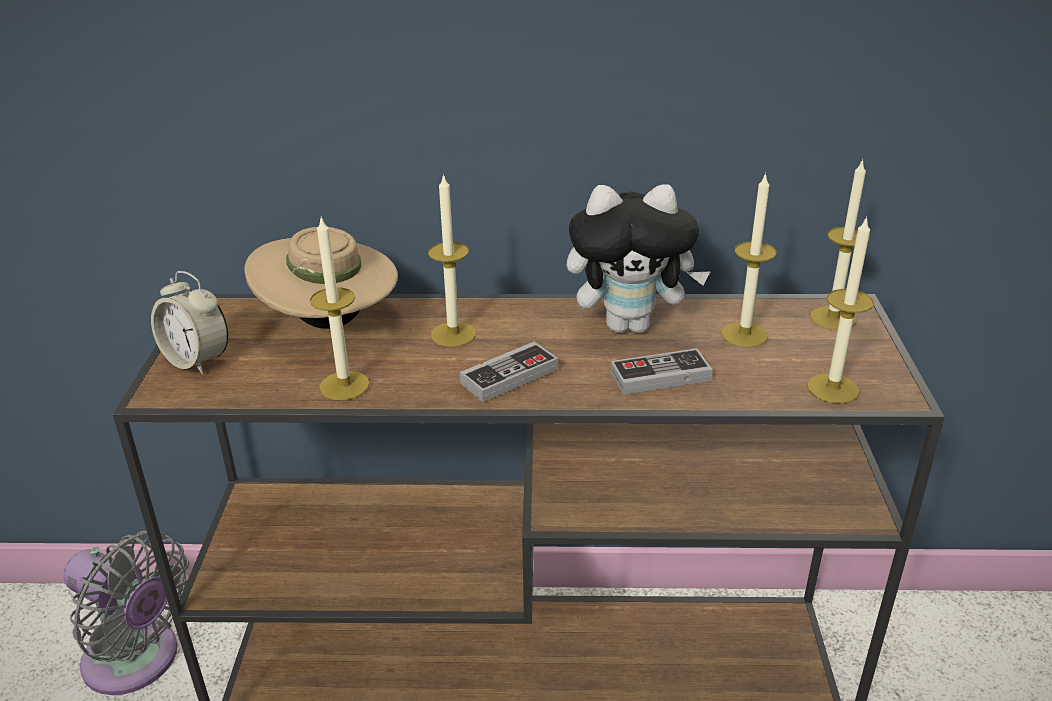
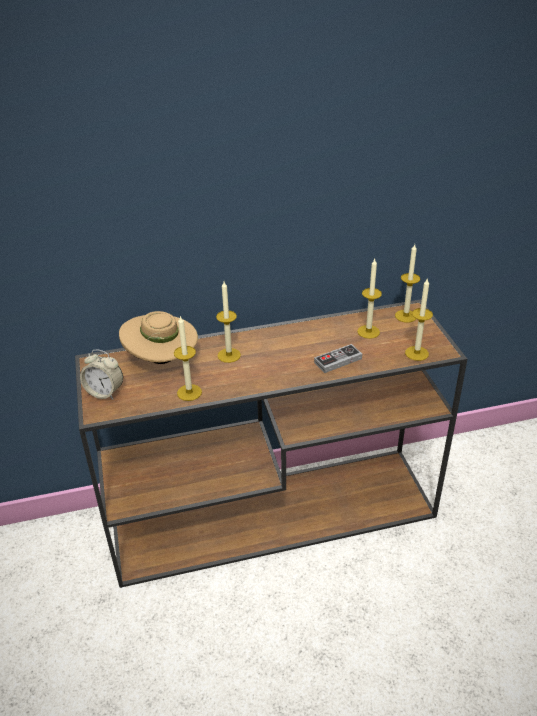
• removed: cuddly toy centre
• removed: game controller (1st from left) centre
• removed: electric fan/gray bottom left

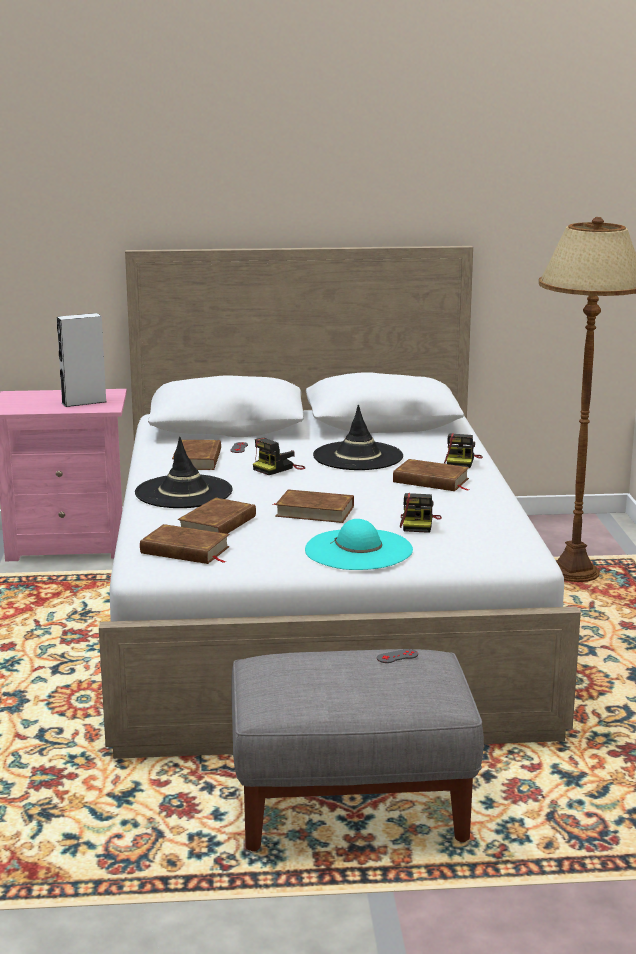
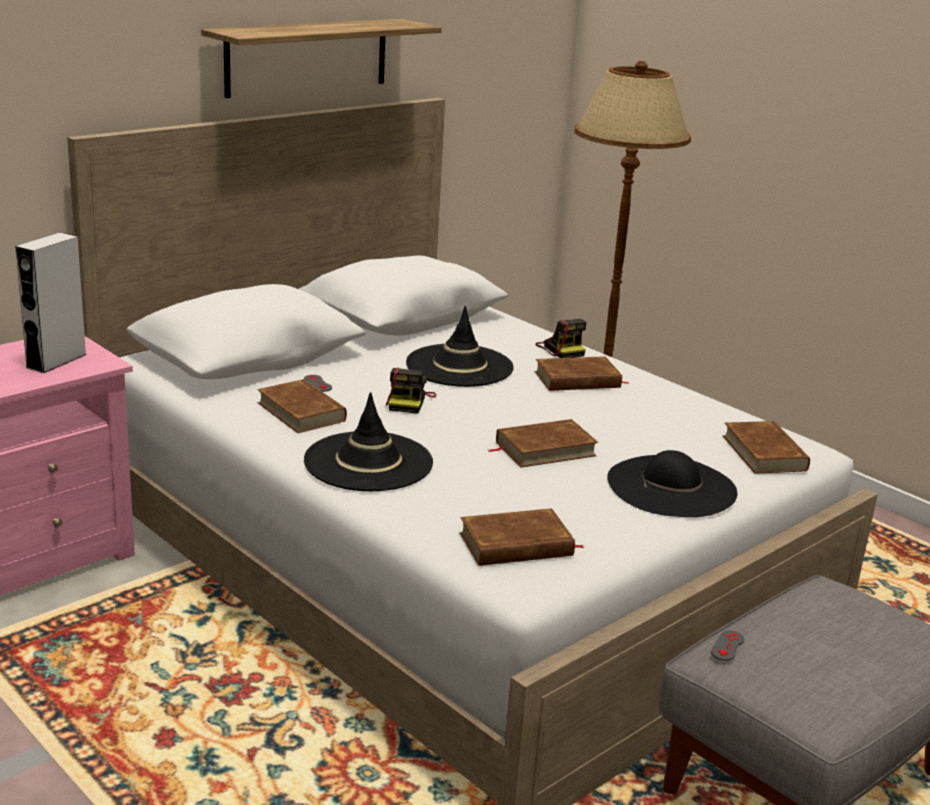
• removed: still camera (2nd from left) centre
• moved: bound book/brown-coloured (3rd from left in the first image) centre to bound book/brown-coloured (5th from left) middle right
• recoloured: clothing hat/turquoise-coloured centre to clothing hat/black-coloured (3rd from left) middle right
• moved: game controller/gray (2nd from left) bottom centre to bottom right
• added: bracket shelf top centre

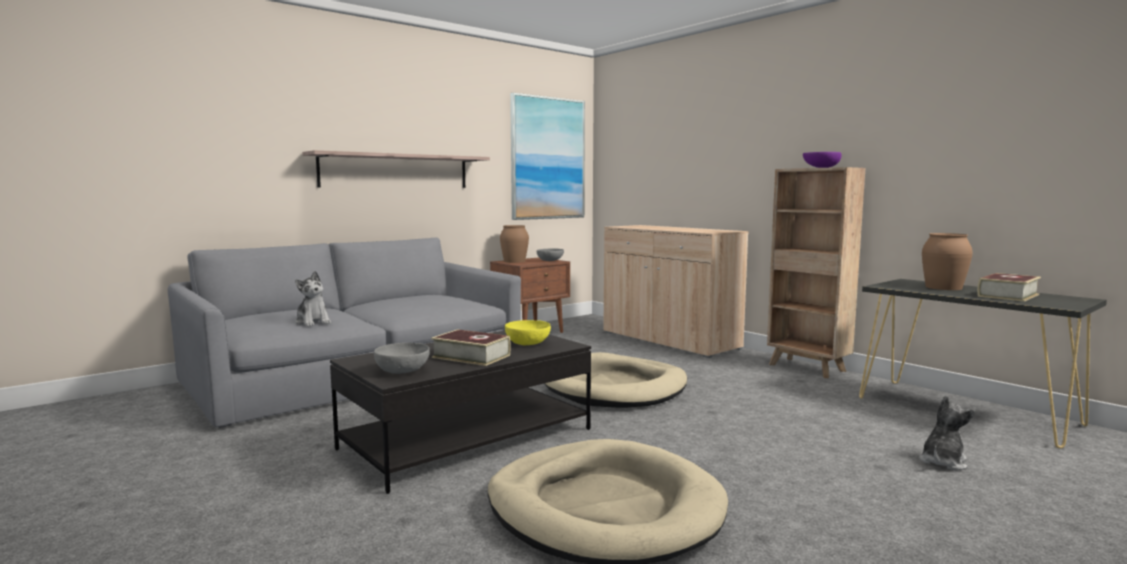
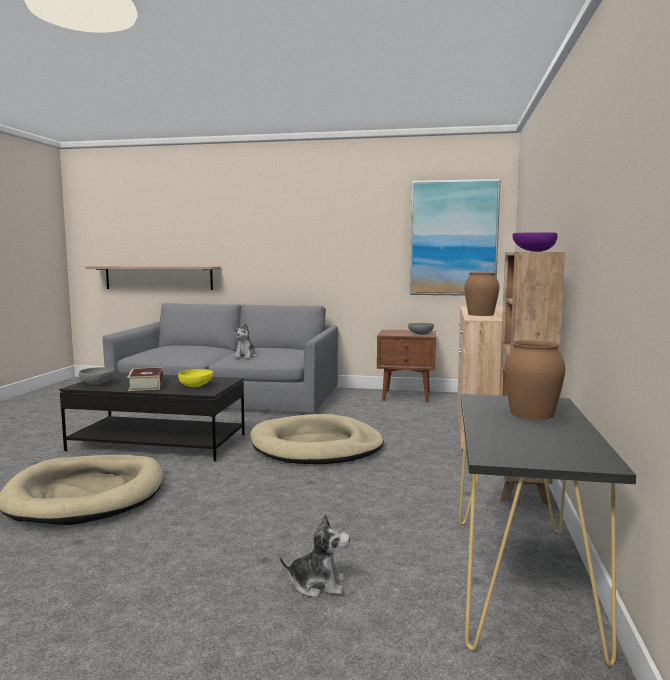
• moved: bracket shelf top centre to middle left
• moved: flower vase/brown-coloured (1st from left) centre to middle right
• moved: cuddly toy (1st from left) middle left to centre
• removed: bound book (2nd from left) middle right

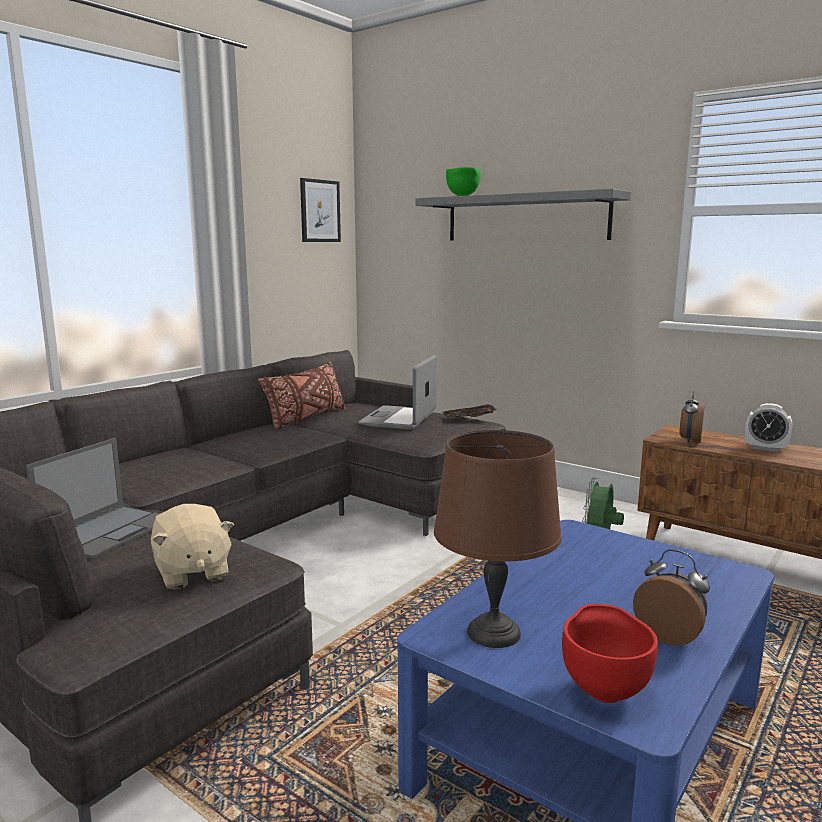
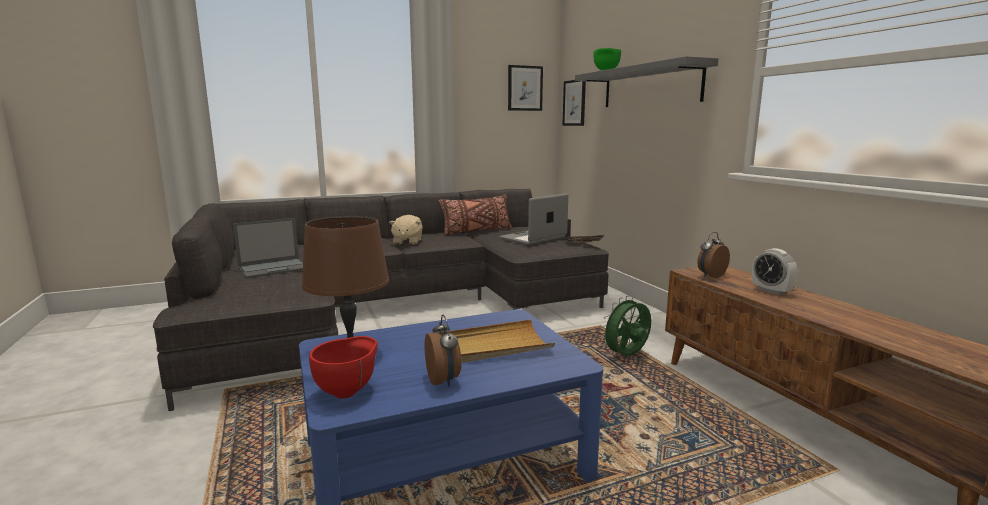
• moved: cuddly toy/sand-coloured middle left to centre
• added: wall picture (2nd from left) top centre
• added: serving tray/sand-coloured bottom centre

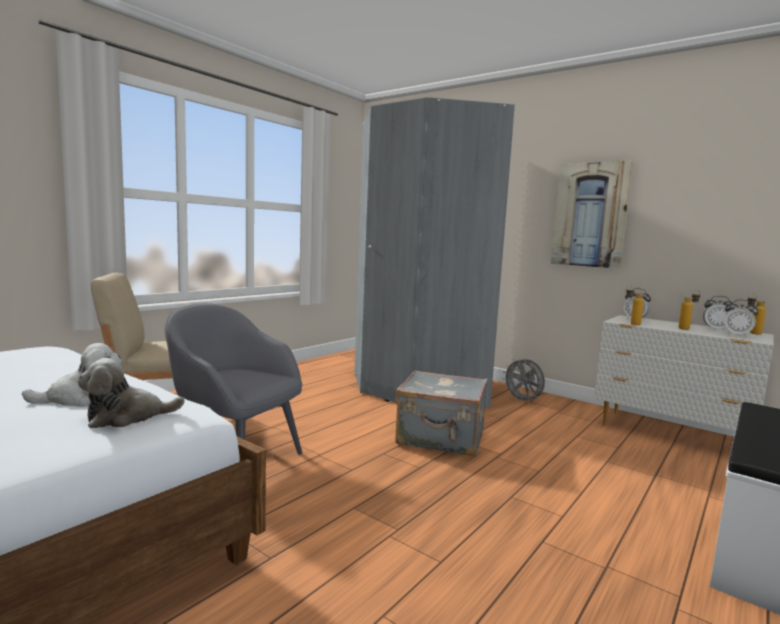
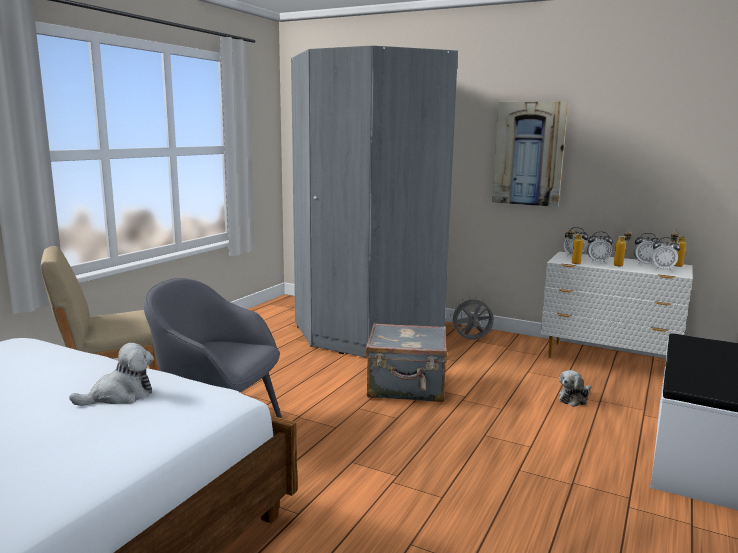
• moved: cuddly toy (2nd from left) middle left to bottom right
• turned: electric fan/gray middle right = centre 135 degrees clockwise
• added: alarm clock (2nd from left) middle right

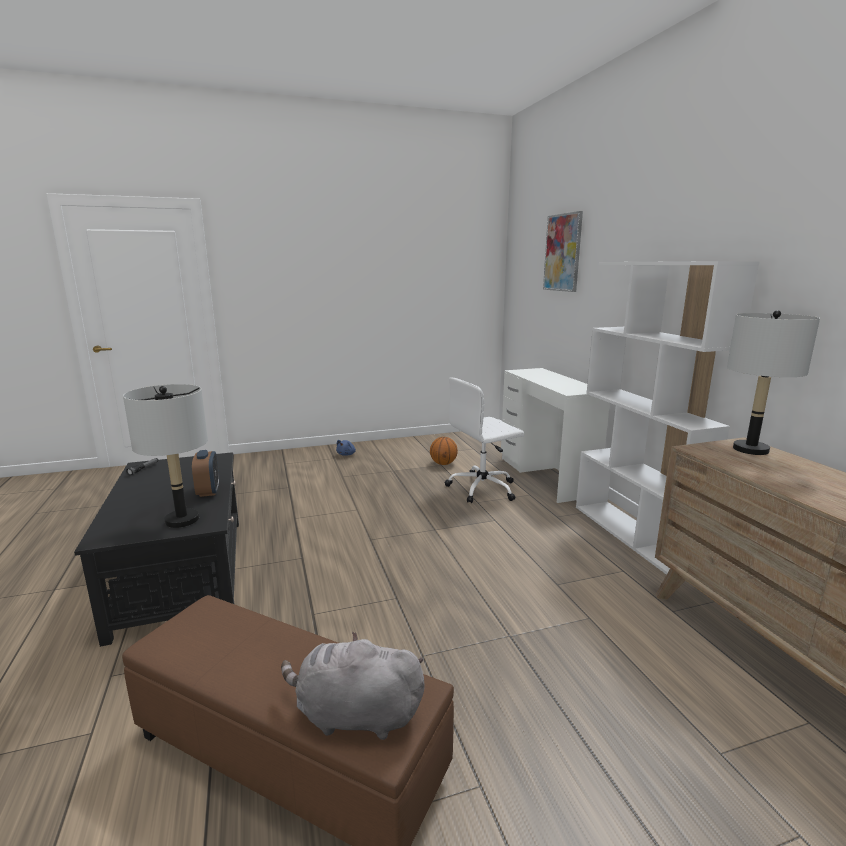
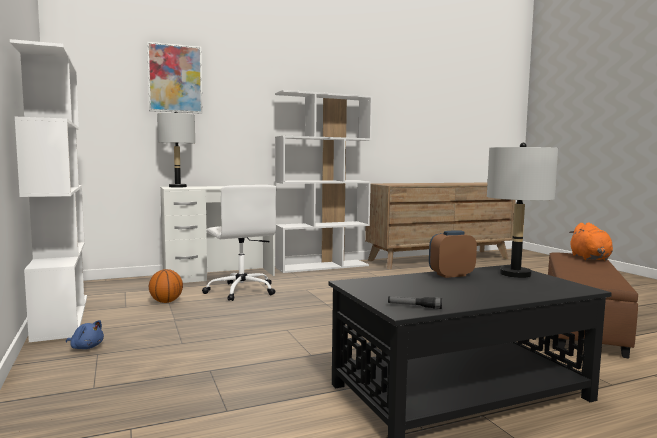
• moved: tabletop lamp/gray (2nd from left in the first image) middle right to tabletop lamp/gray (1st from left) middle left
• recoloured: cuddly toy/gray bottom centre to cuddly toy/orange-coloured middle right
• added: shelving unit/white (1st from left) middle left

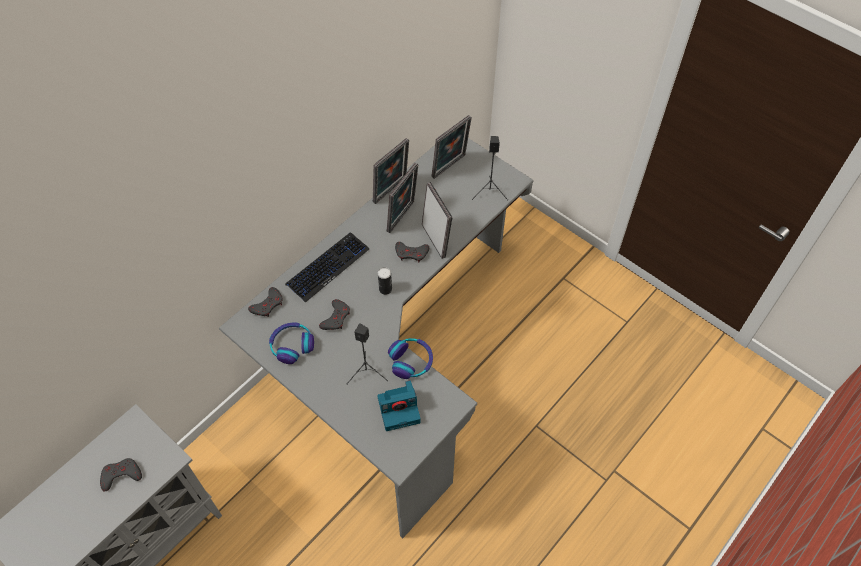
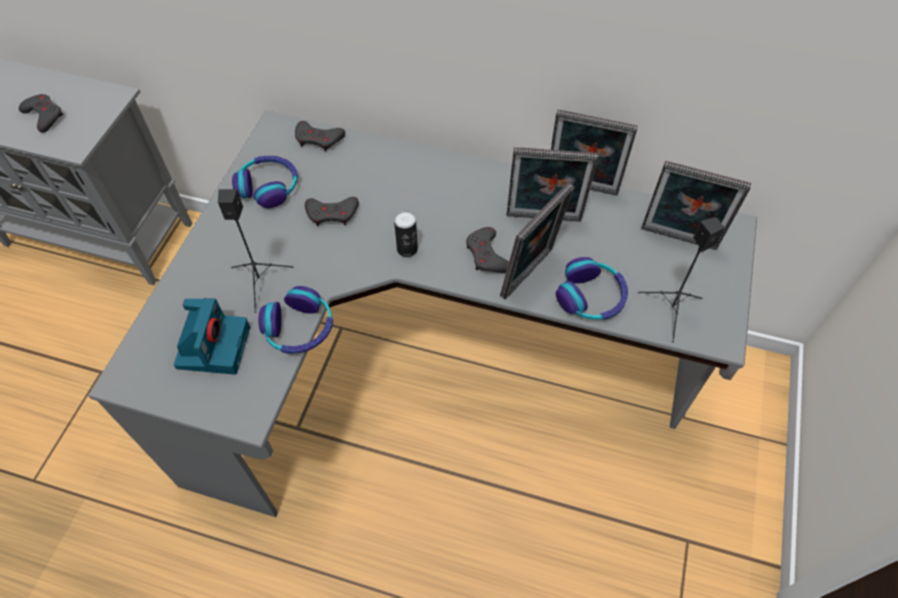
• removed: computer keyboard centre
• turned: still camera bottom centre = middle left 135 degrees counterclockwise
• added: headset (3rd from left) centre

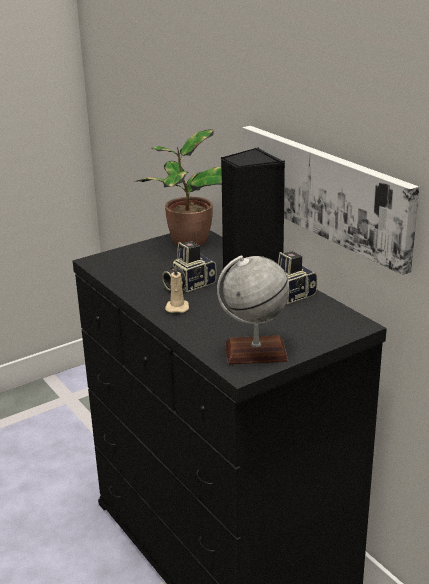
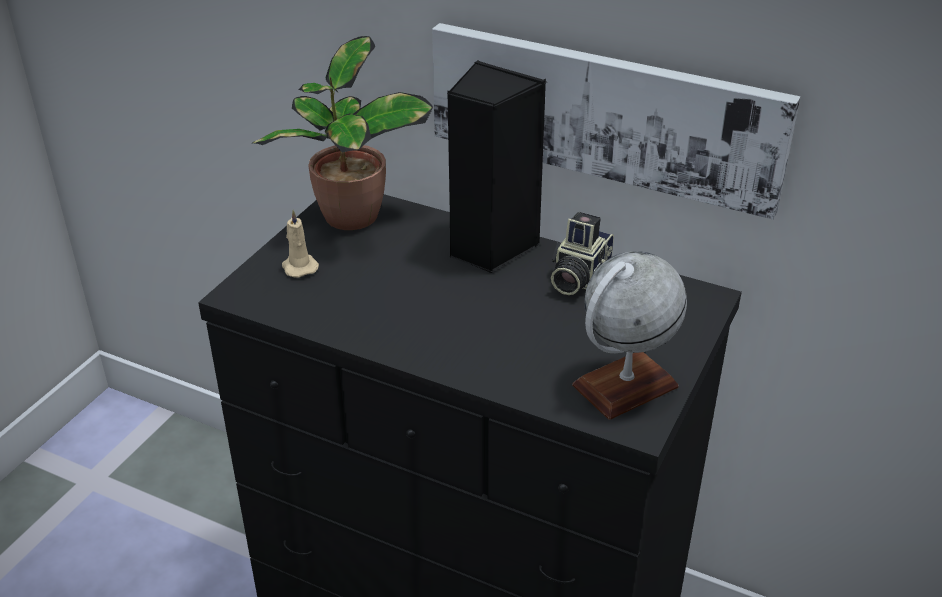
• removed: still camera (1st from left) centre
• moved: wax candle/sand-coloured centre to middle left

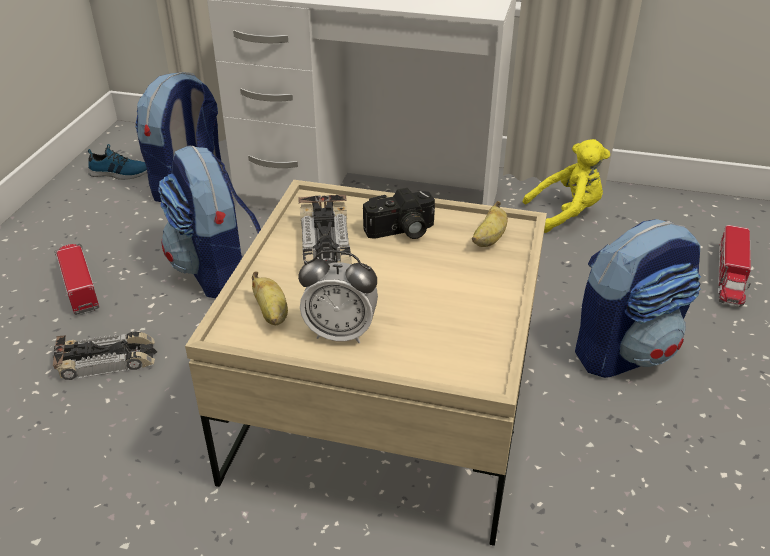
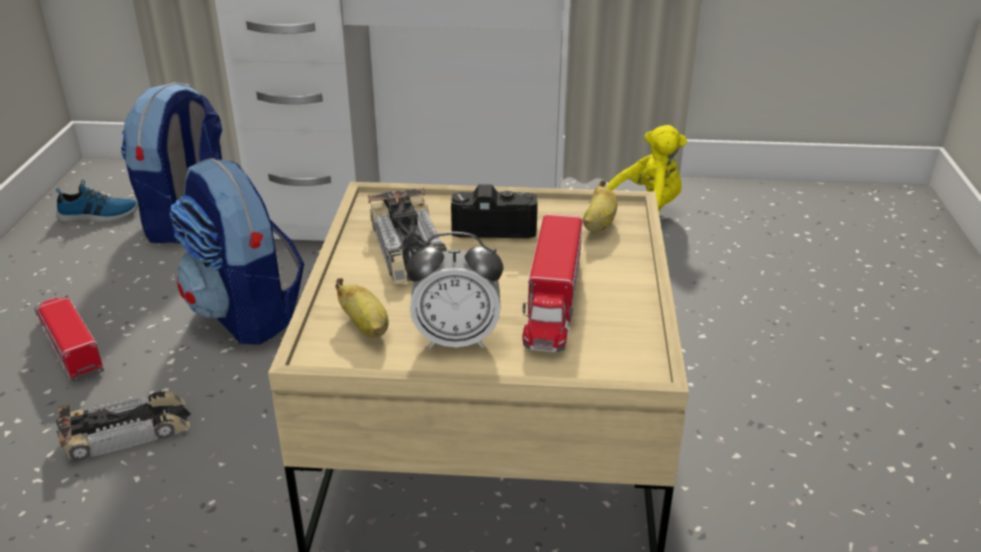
• turned: still camera centre = centre 150 degrees counterclockwise
• removed: rucksack (3rd from left) middle right
• moved: toy truck (2nd from left) middle right to centre

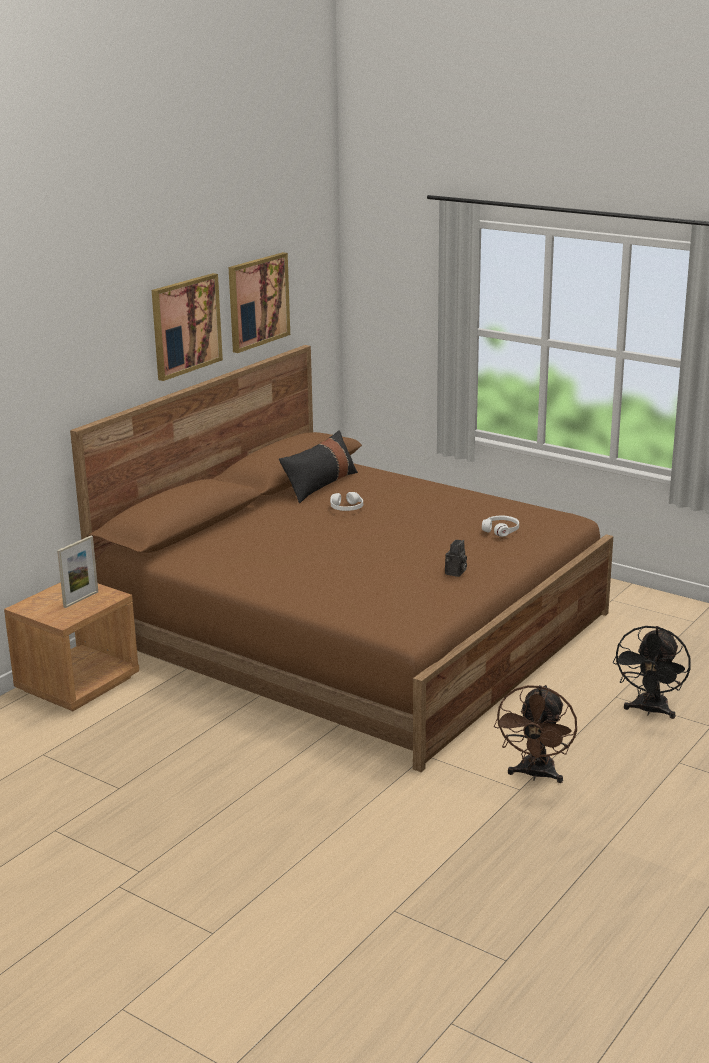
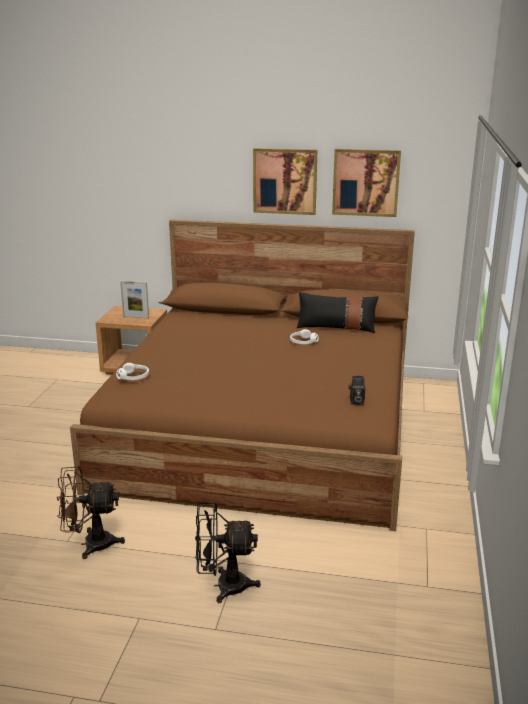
• moved: headset/white (2nd from left in the first image) middle right to headset/white (1st from left) middle left
• moved: still camera centre to middle right

